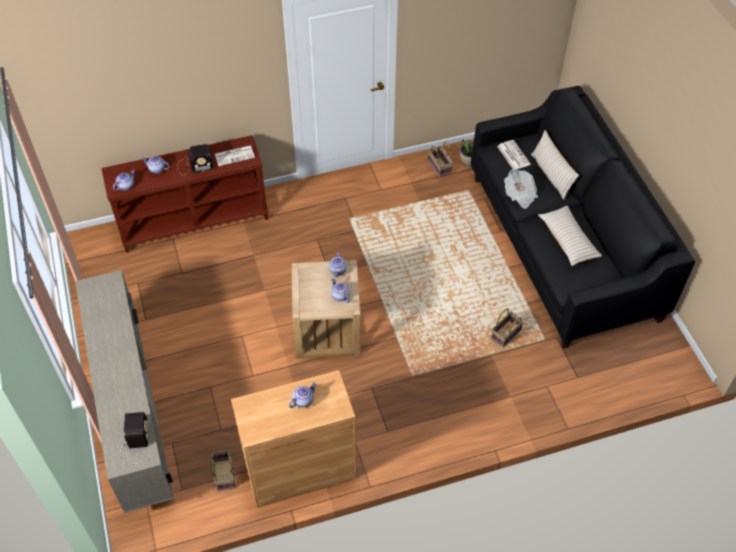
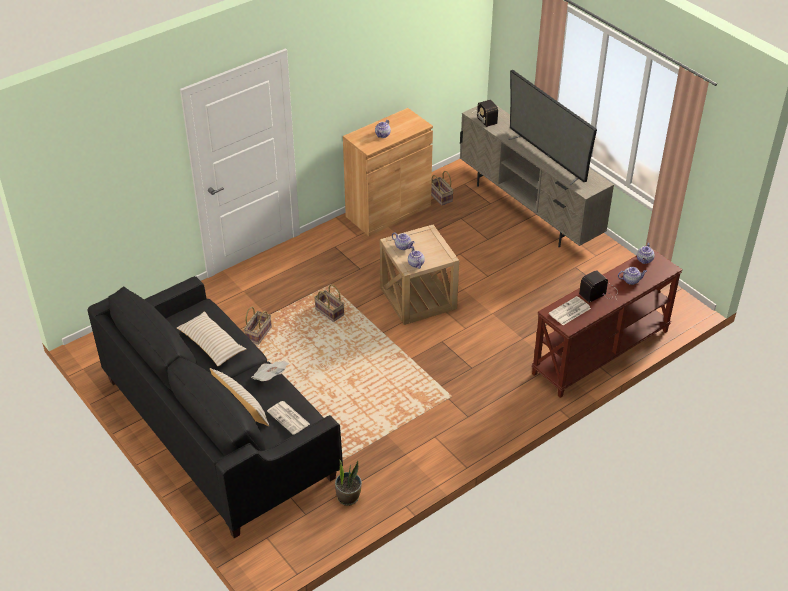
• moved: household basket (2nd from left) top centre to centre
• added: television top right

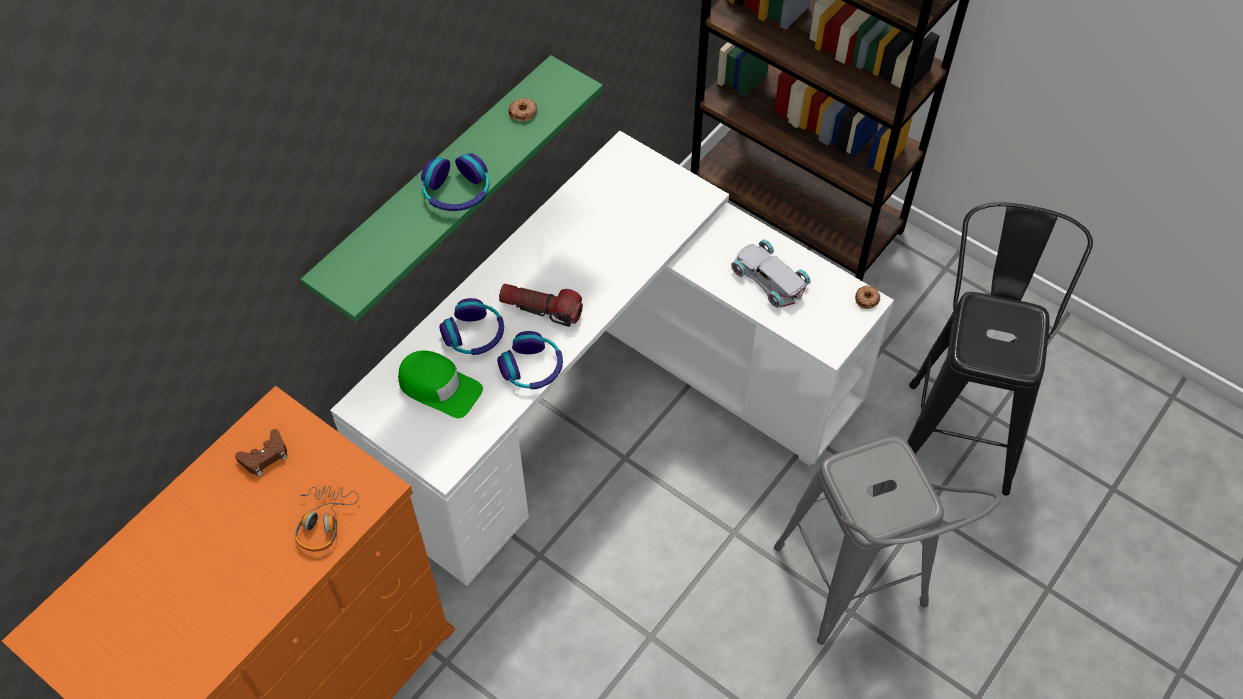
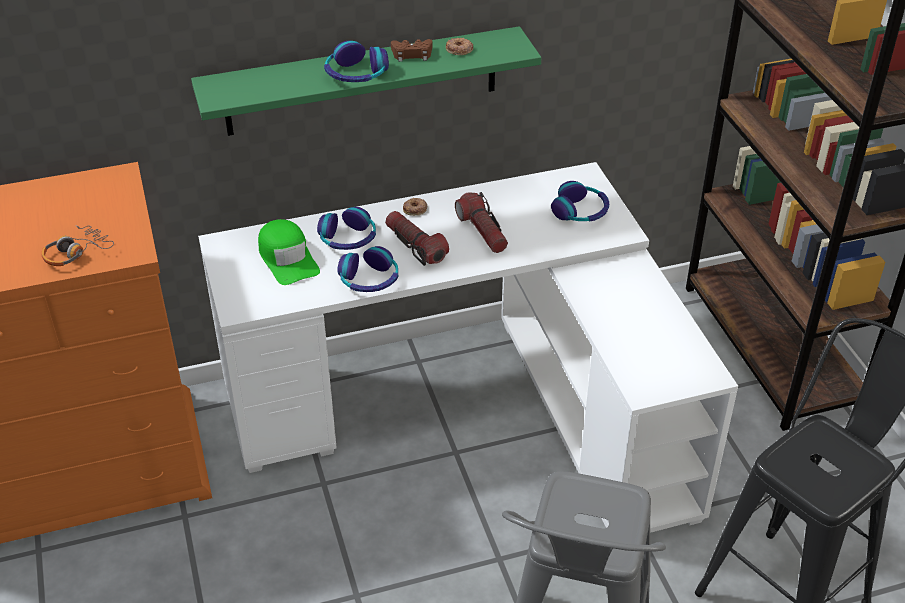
• removed: miniature car/white centre
• moved: doughnut (2nd from left in the first image) middle right to doughnut (1st from left) centre
• moved: game controller/brown-coloured middle left to top centre
• added: headset (5th from left) centre
• added: torch (2nd from left) centre

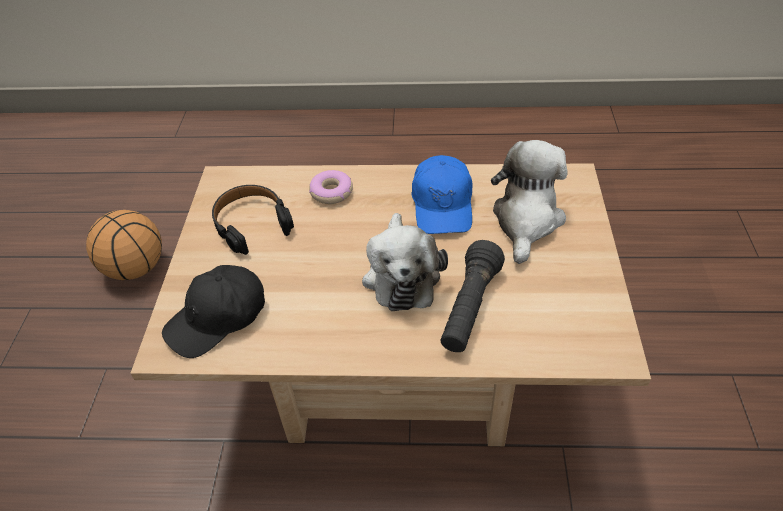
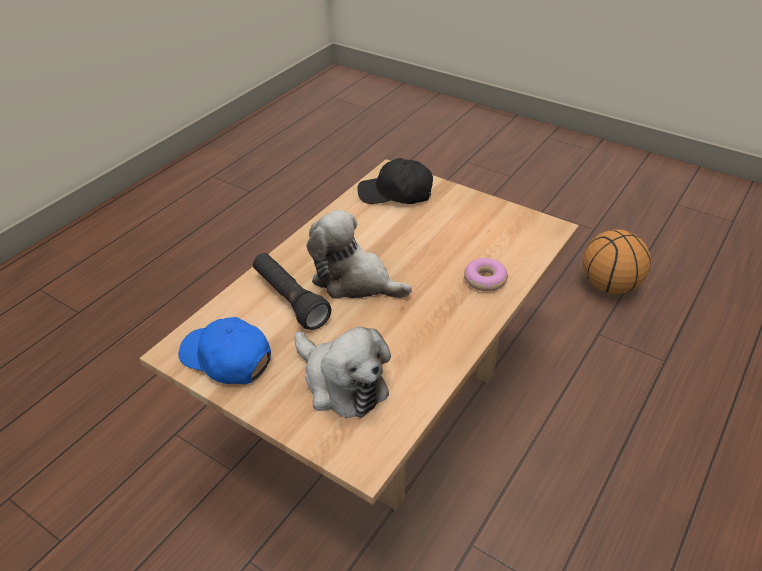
• moved: peaked cap/bluish centre to middle left
• removed: headset/black-coloured middle left
• turned: peaked cap/black-coloured middle left = top centre 75 degrees counterclockwise

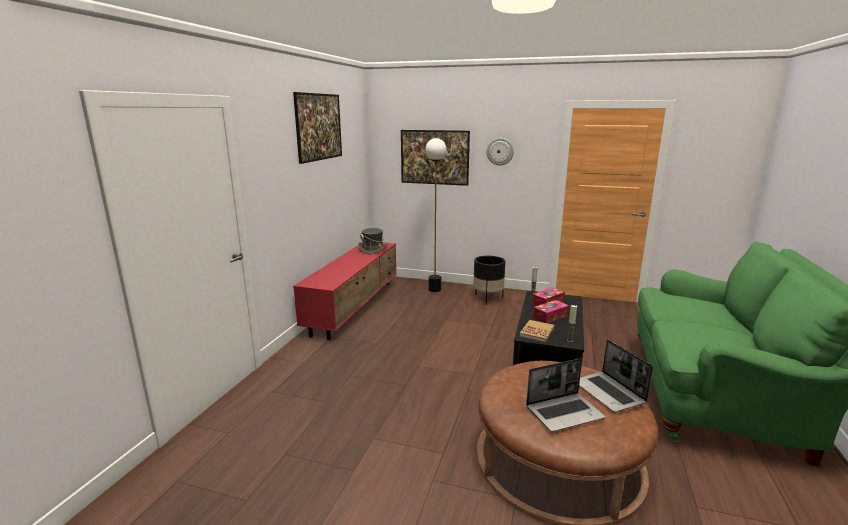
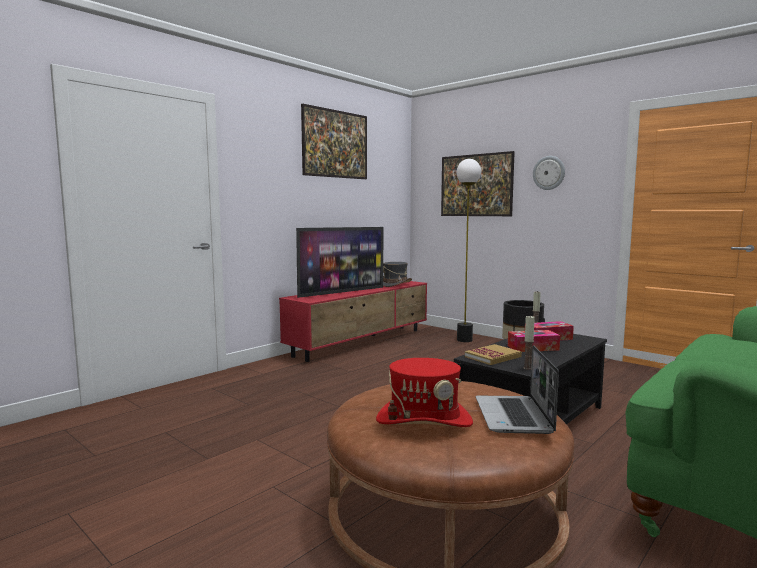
• replaced: laptop (1st from left) bottom centre to clothing hat/reddish bottom centre
• added: television centre

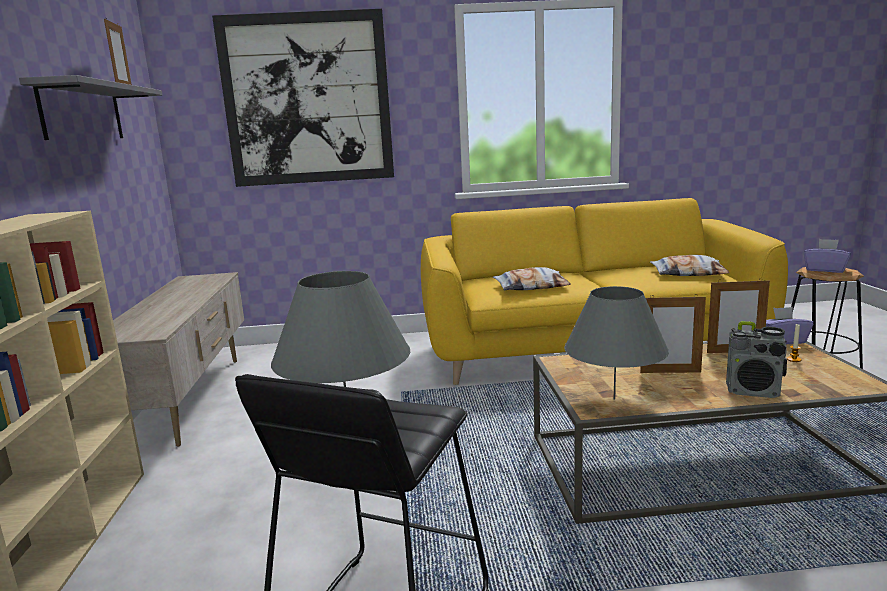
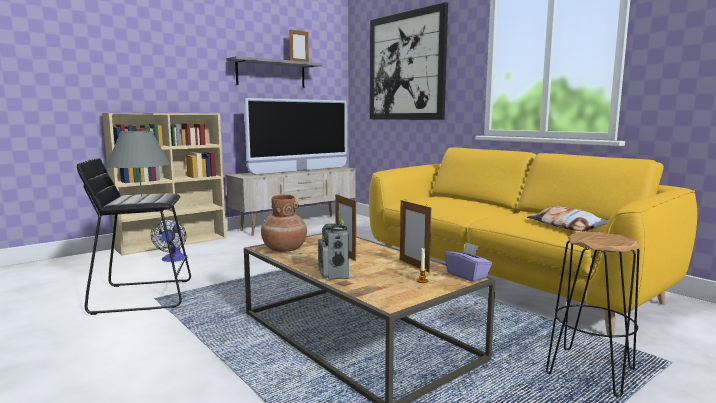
• removed: tissue box/purple-coloured (2nd from left) middle right
• removed: cushion (1st from left) centre
• replaced: tabletop lamp/gray (2nd from left) middle right to flower vase/brown-coloured centre
• added: television centre
• added: electric fan middle left

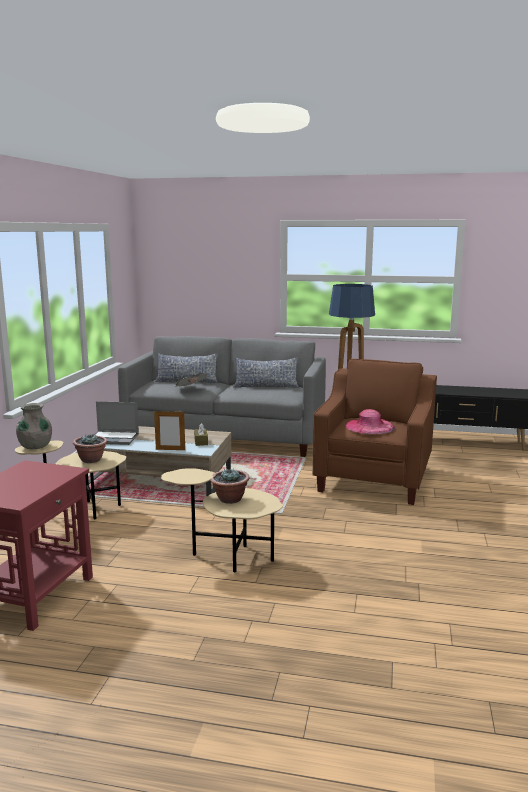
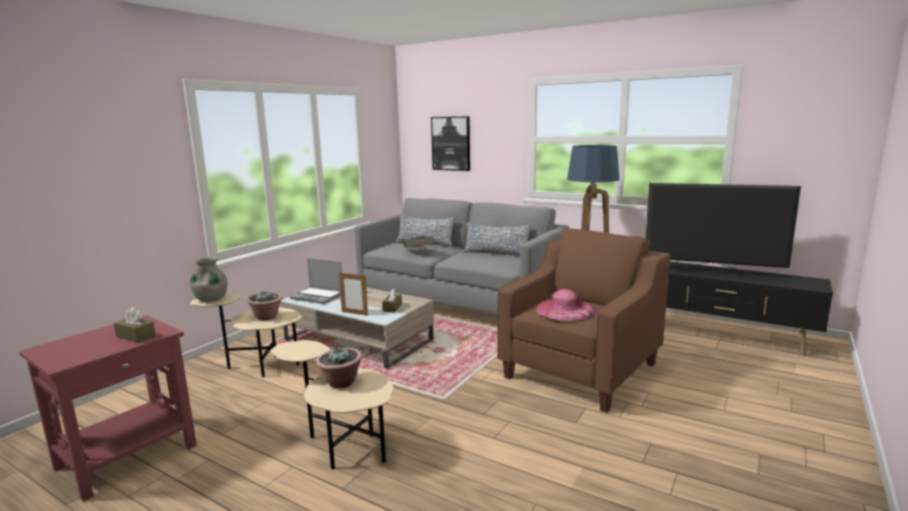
• added: wall picture top centre
• added: television middle right
• added: tissue box/brown-coloured (1st from left) middle left

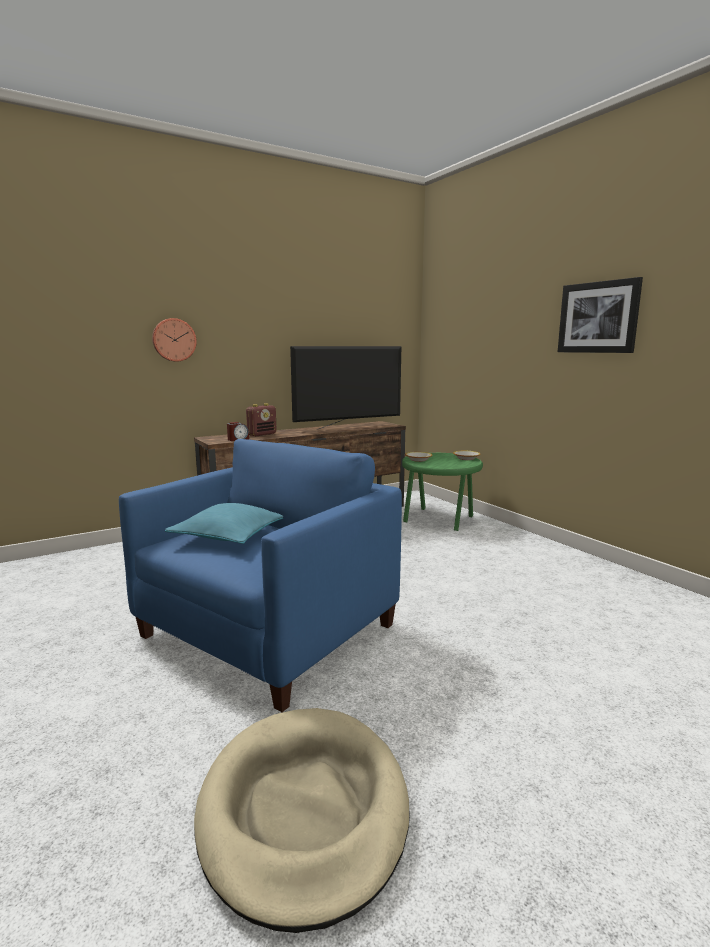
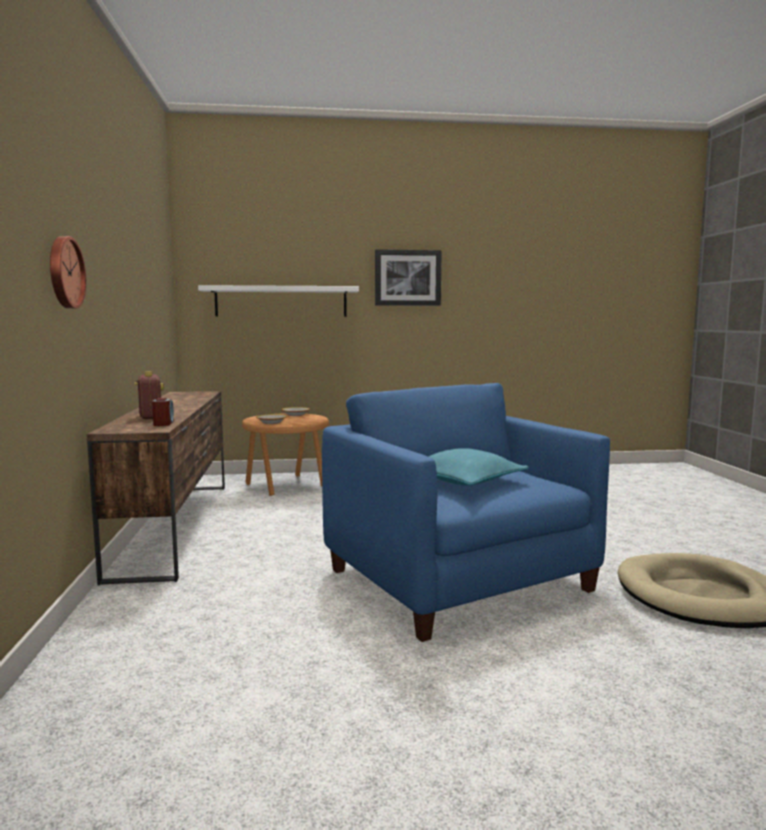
• removed: television centre
• recoloured: accent table/green centre to accent table/brown-coloured centre
• added: bracket shelf/white centre

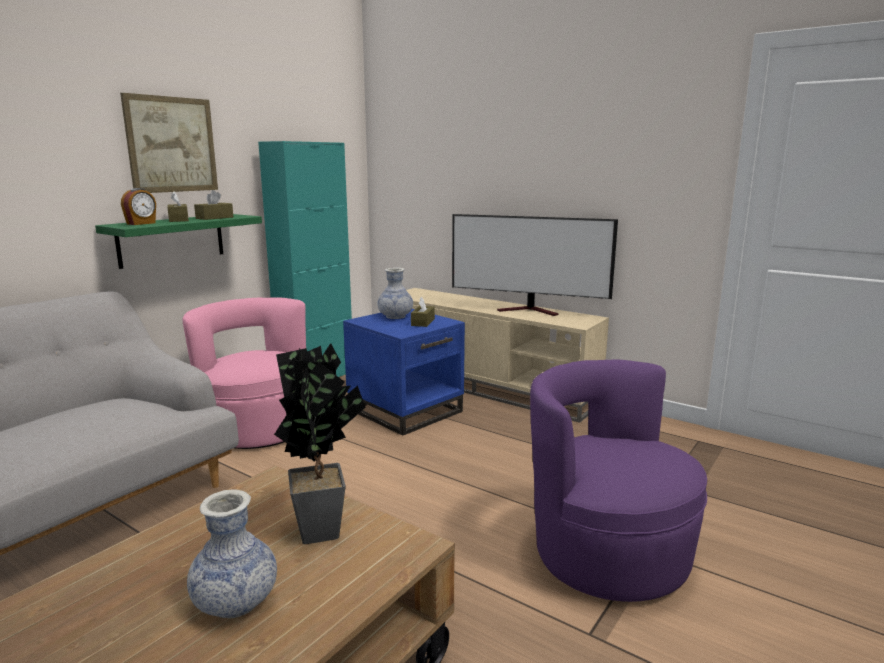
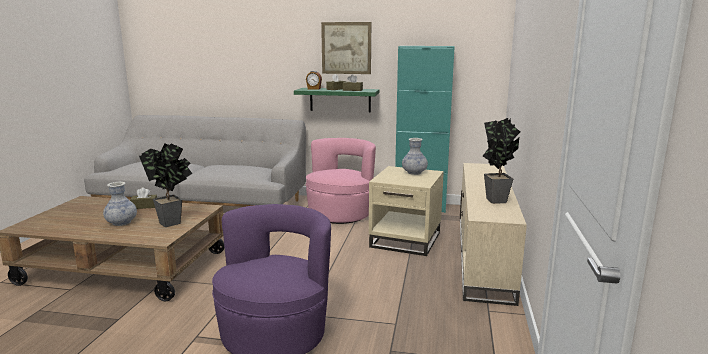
• replaced: television centre to plant in a pot (2nd from left) middle right
• moved: tissue box/brown-coloured (3rd from left in the first image) centre to tissue box/brown-coloured (1st from left) middle left
• recoloured: accent table/bluish centre to accent table/sand-coloured centre

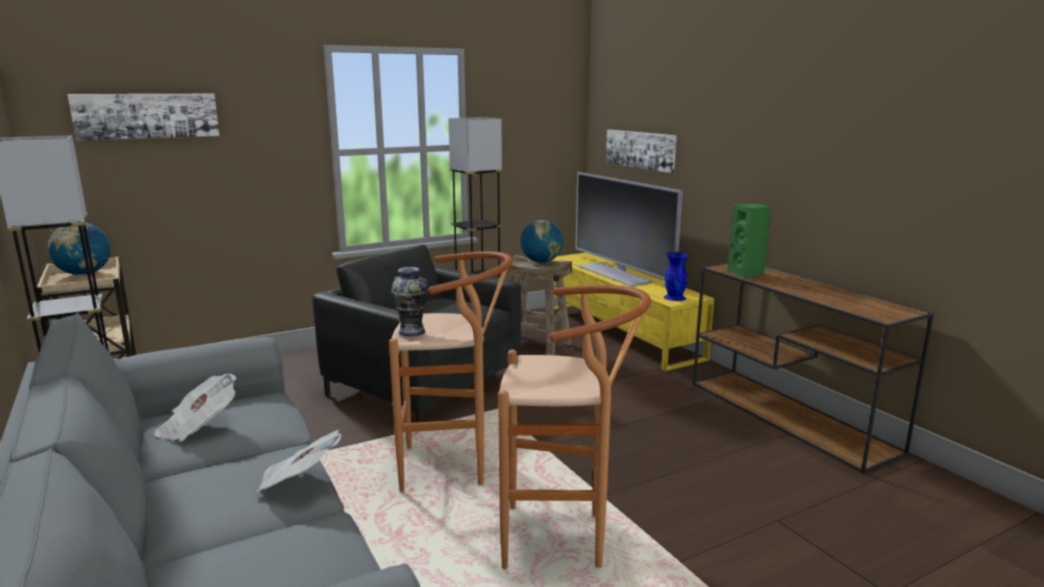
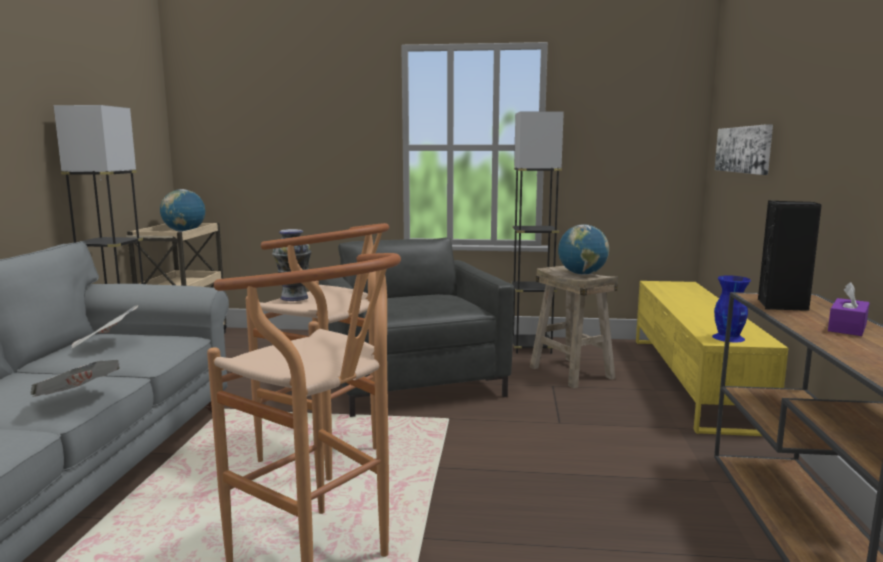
• removed: wall picture (1st from left) top left
• removed: television centre
• recoloured: loudspeaker/green middle right to loudspeaker/black-coloured middle right
• added: tissue box/purple-coloured middle right

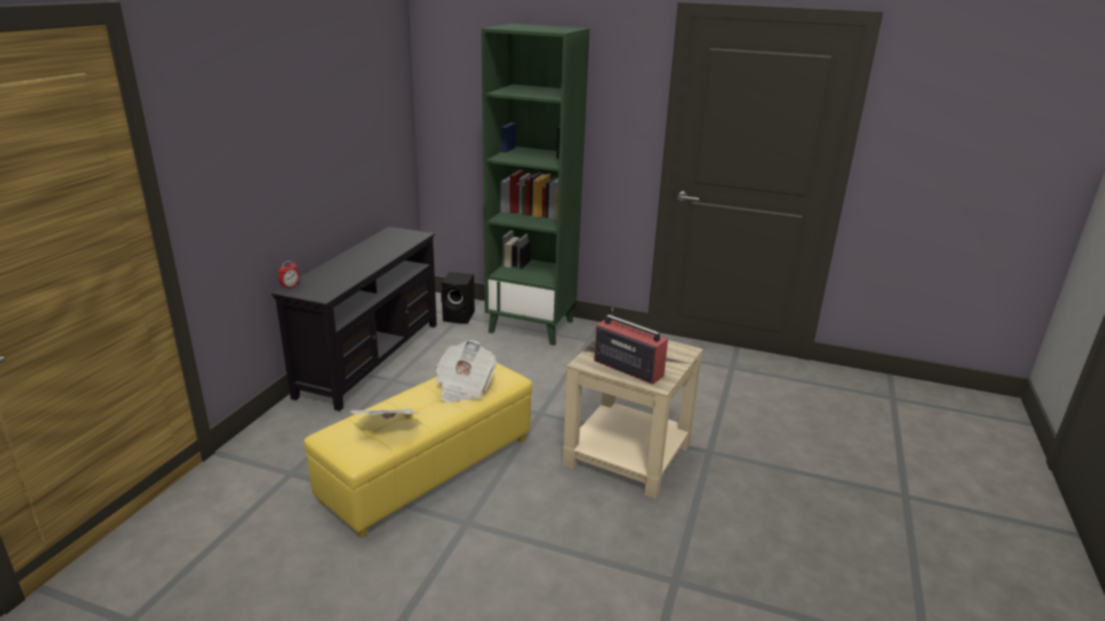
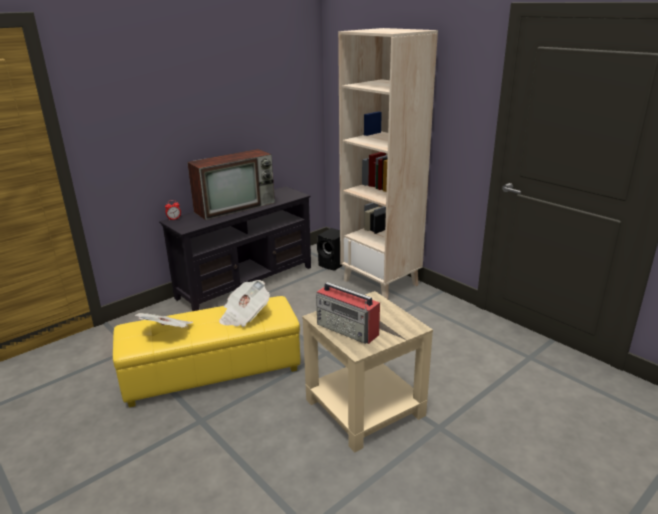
• recoloured: shelving unit/green top centre to shelving unit/sand-coloured top centre
• turned: radio centre = centre 150 degrees clockwise
• added: television centre

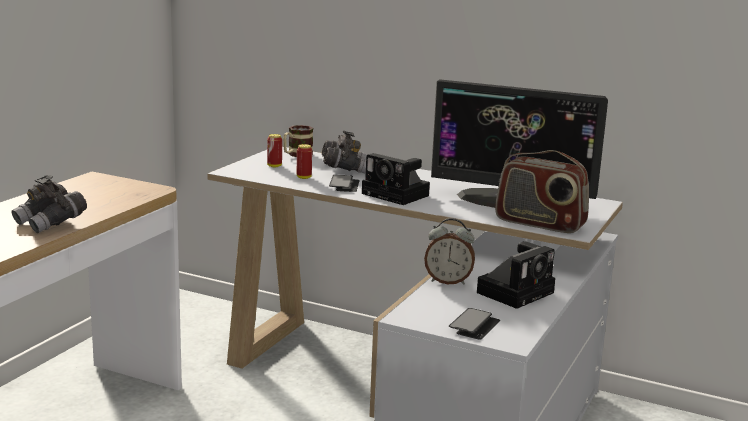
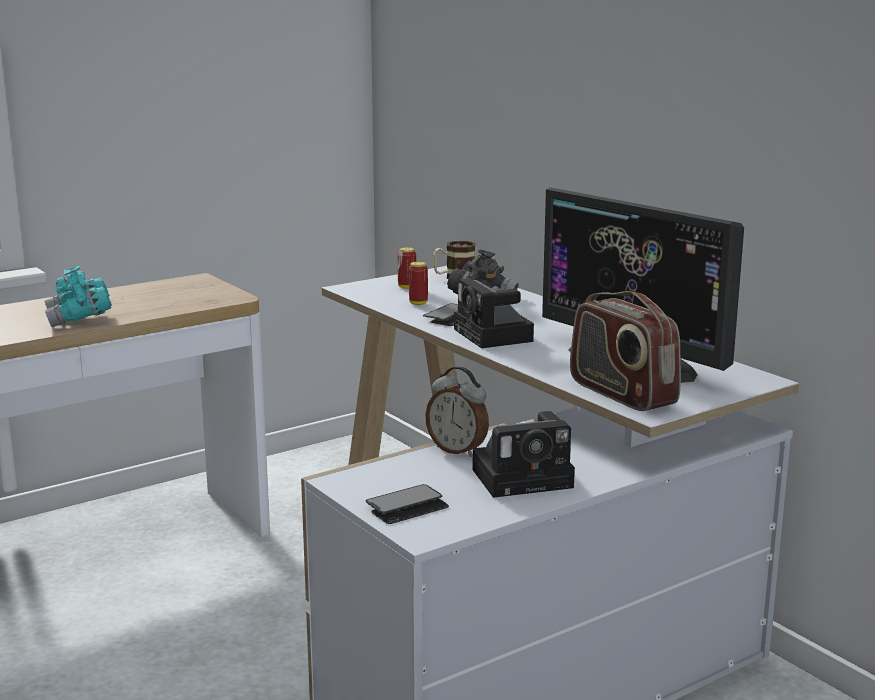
• recoloured: field glasses/gray (1st from left) middle left to field glasses/turquoise-coloured middle left

